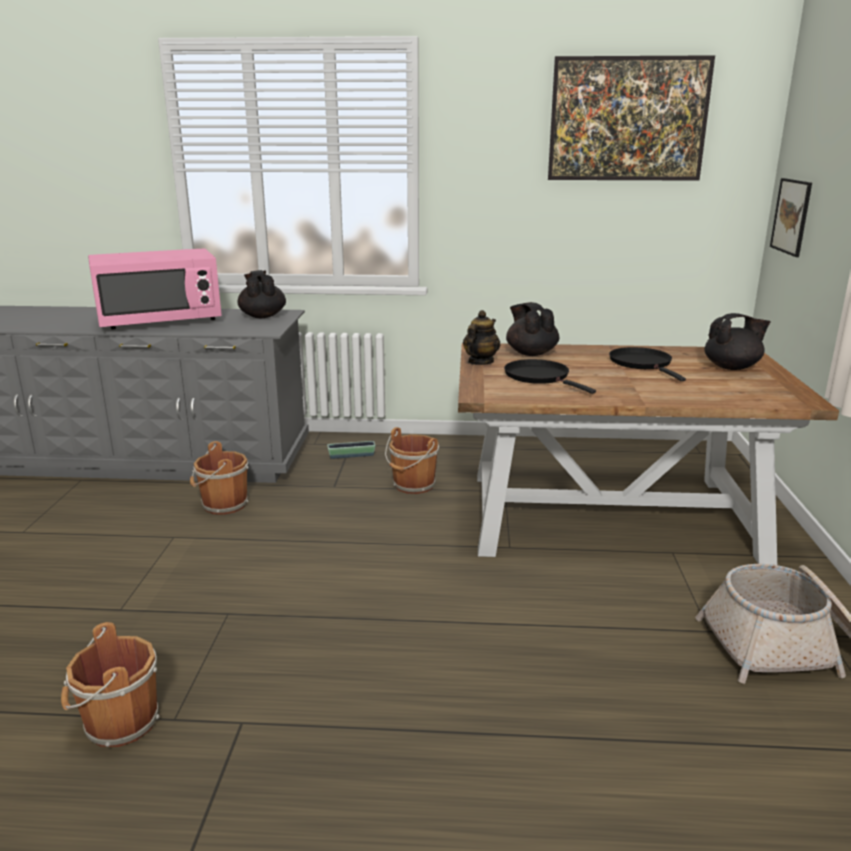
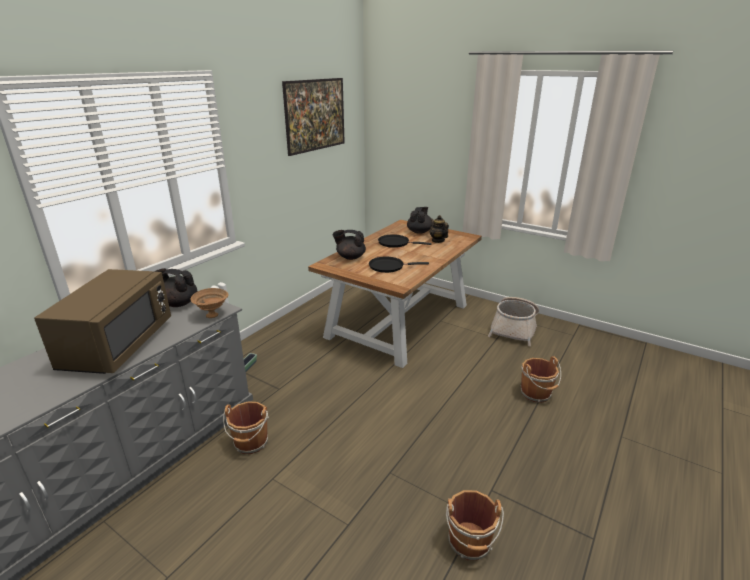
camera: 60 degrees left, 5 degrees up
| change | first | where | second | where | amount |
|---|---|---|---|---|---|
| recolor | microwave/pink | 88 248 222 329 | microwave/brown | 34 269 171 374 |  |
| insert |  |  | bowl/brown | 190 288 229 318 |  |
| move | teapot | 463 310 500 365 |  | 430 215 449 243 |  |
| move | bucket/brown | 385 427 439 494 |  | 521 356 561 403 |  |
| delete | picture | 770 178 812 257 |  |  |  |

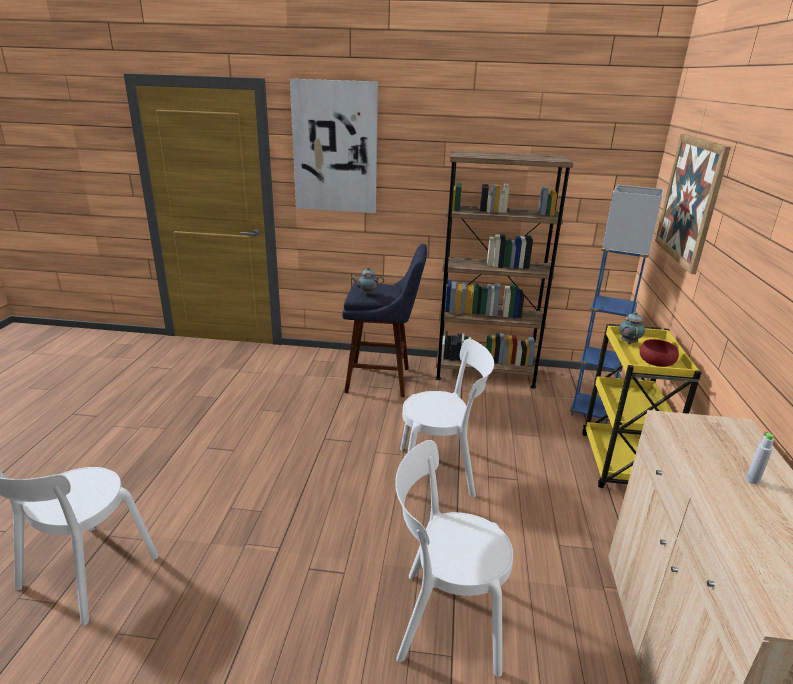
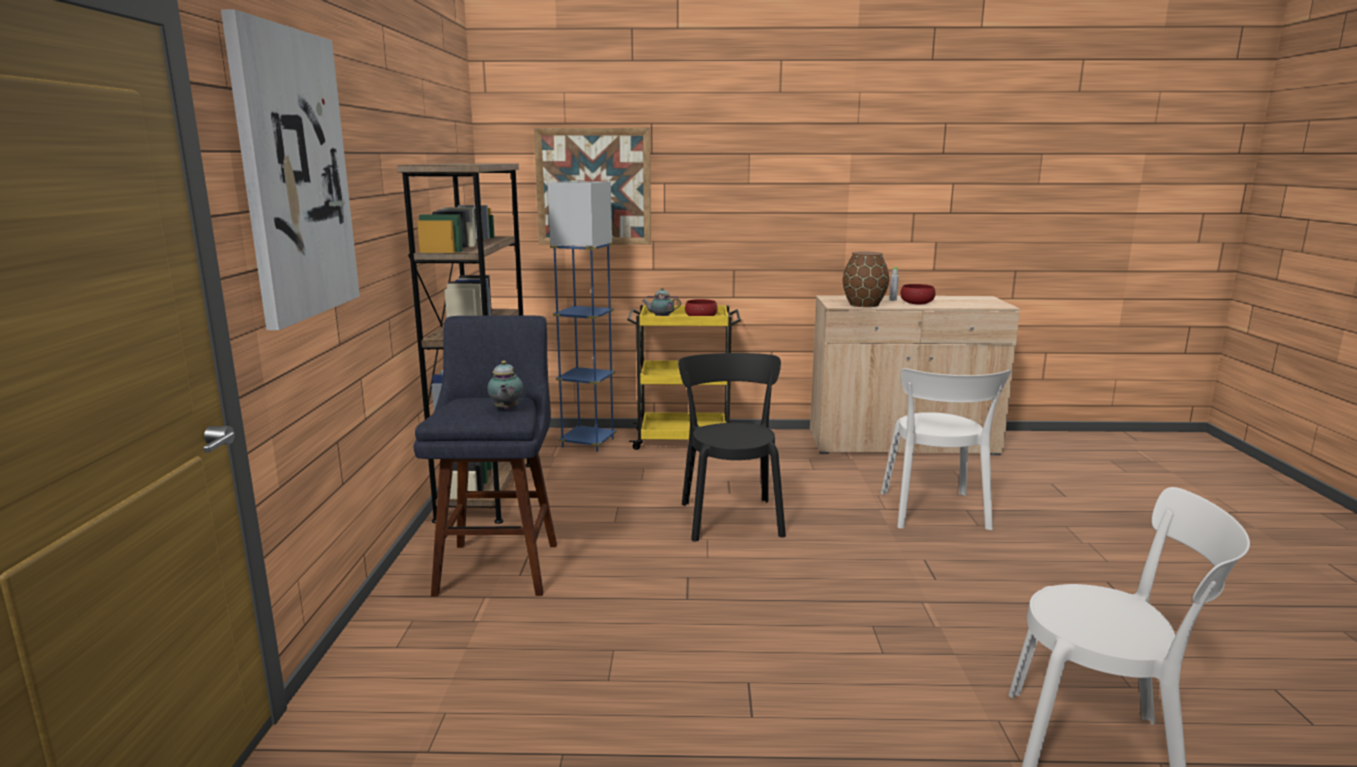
camera: 95 degrees left, 10 degrees down
| change | first | where | second | where | amount |
|---|---|---|---|---|---|
| recolor | chair/white | 400 339 494 497 | chair/black | 678 353 786 542 |  |
| insert |  |  | vase/brown | 843 251 889 307 |  |
| insert |  |  | bowl/red | 900 284 935 304 |  |

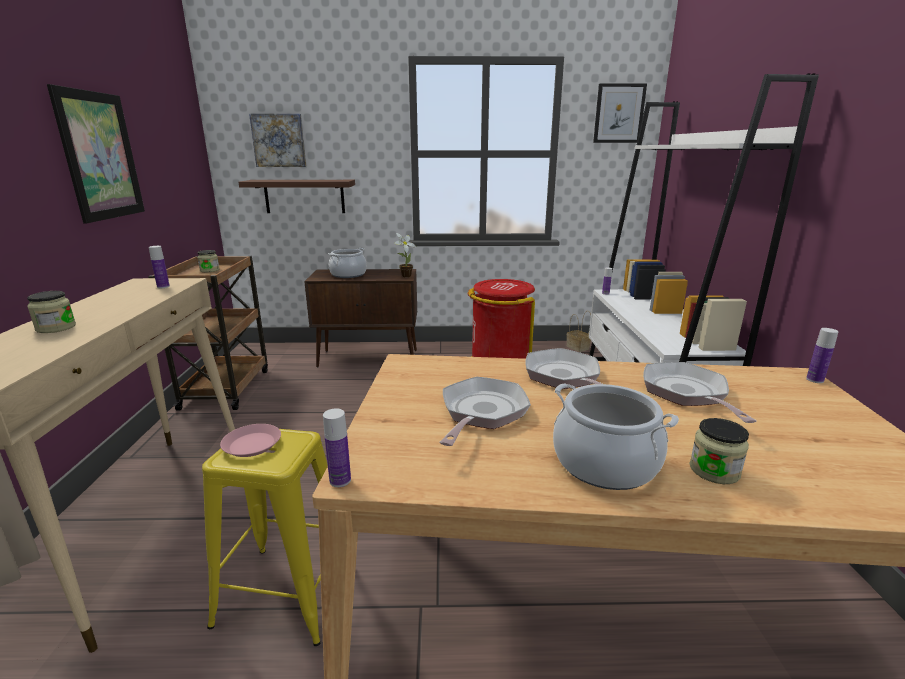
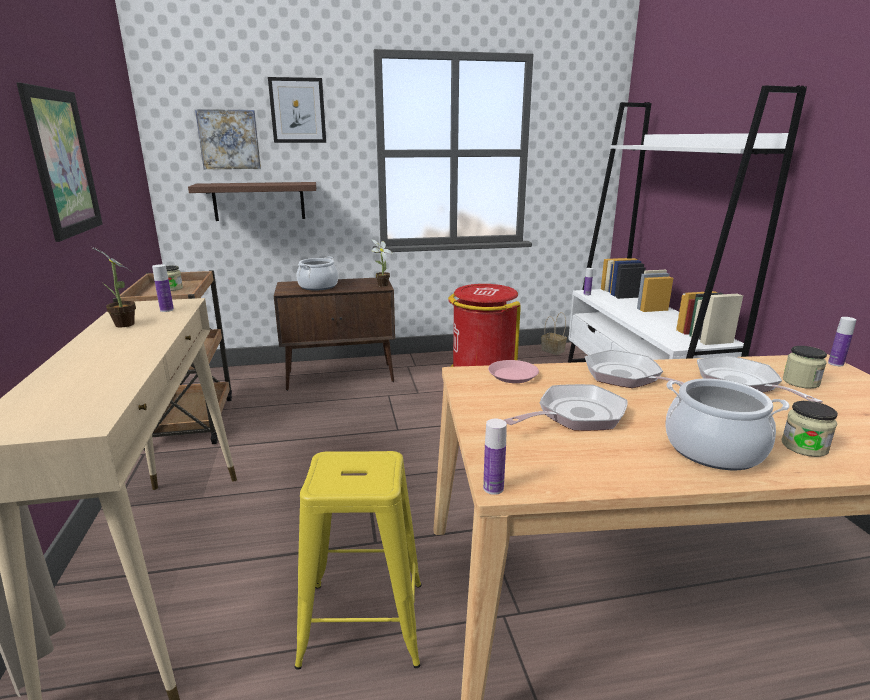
camera: 10 degrees left, 0 degrees up
| change | first | where | second | where | amount |
|---|---|---|---|---|---|
| insert |  |  | potted plant | 92 246 136 327 |  |
| move | picture | 593 83 647 143 |  | 268 77 326 143 |  |
| move | plate/pink | 220 424 281 457 |  | 488 360 539 383 |  |
| rotate | frying pan | 439 377 531 446 |  | 504 384 628 431 | 45 degrees clockwise |
| move | jar | 27 291 76 333 |  | 783 346 827 389 |  |

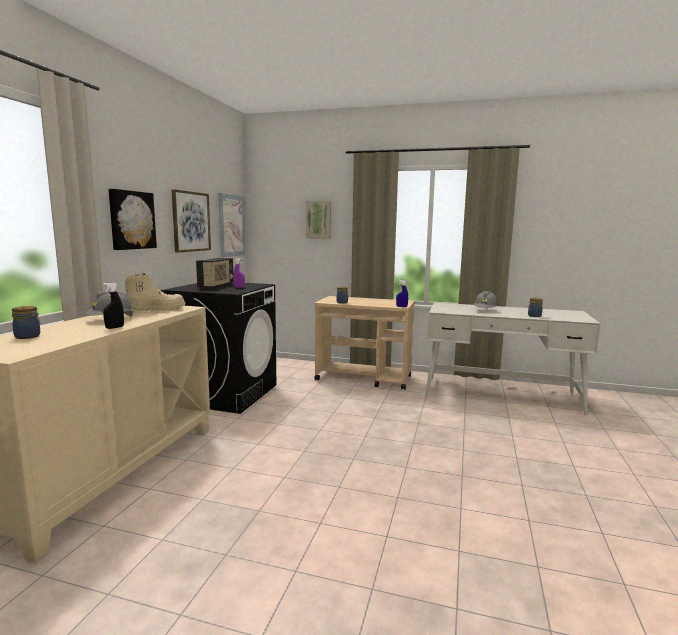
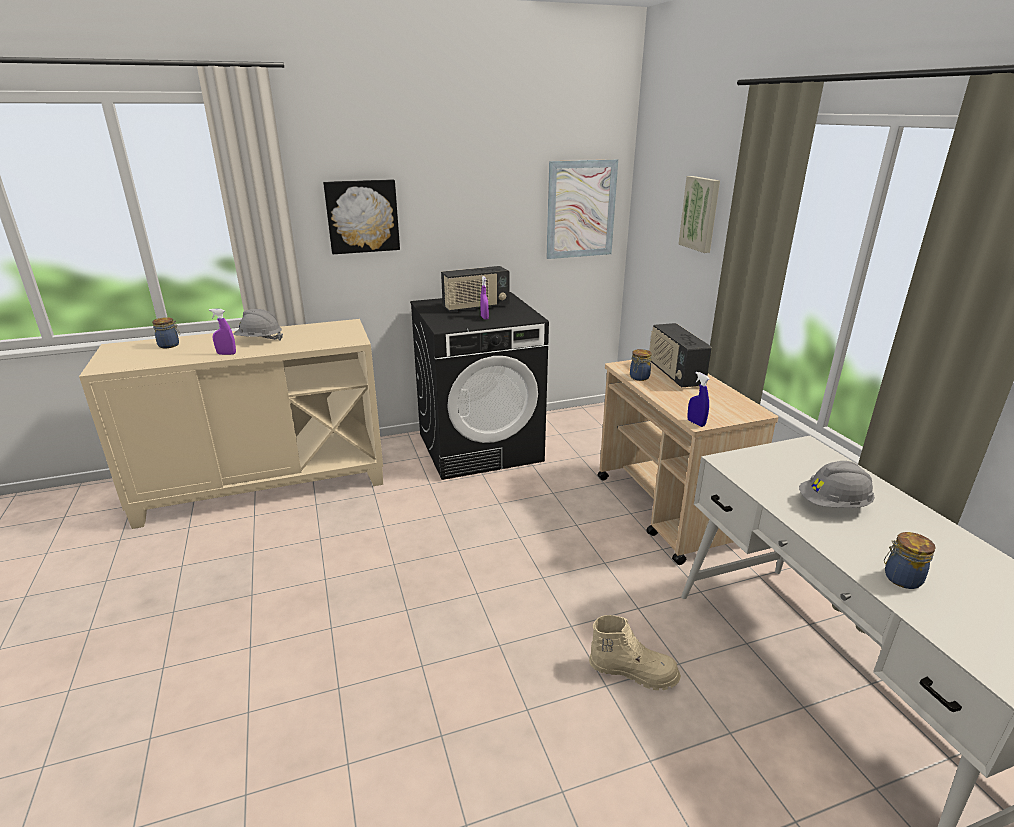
camera: 55 degrees right, 15 degrees up
| change | first | where | second | where | amount |
|---|---|---|---|---|---|
| recolor | spray bottle/black | 103 282 124 329 | spray bottle/purple | 209 309 236 355 |  |
| move | boot/beige | 125 272 186 311 |  | 589 615 681 690 |  |
| insert |  |  | radio | 649 323 712 387 |  |
| delete | picture | 172 189 211 253 |  |  |  |

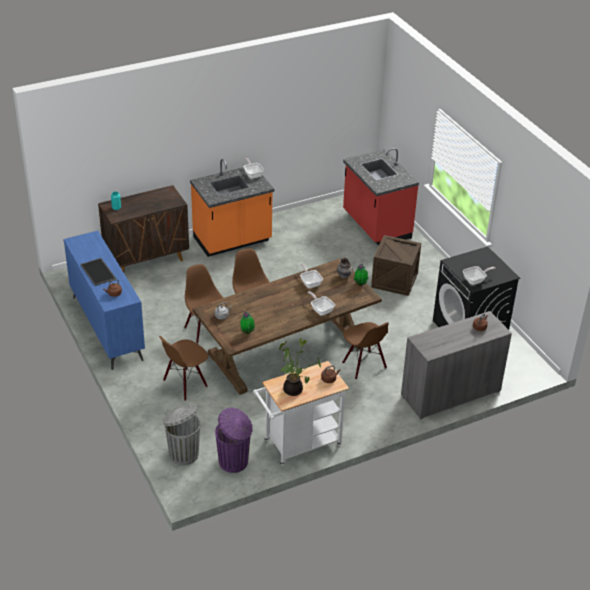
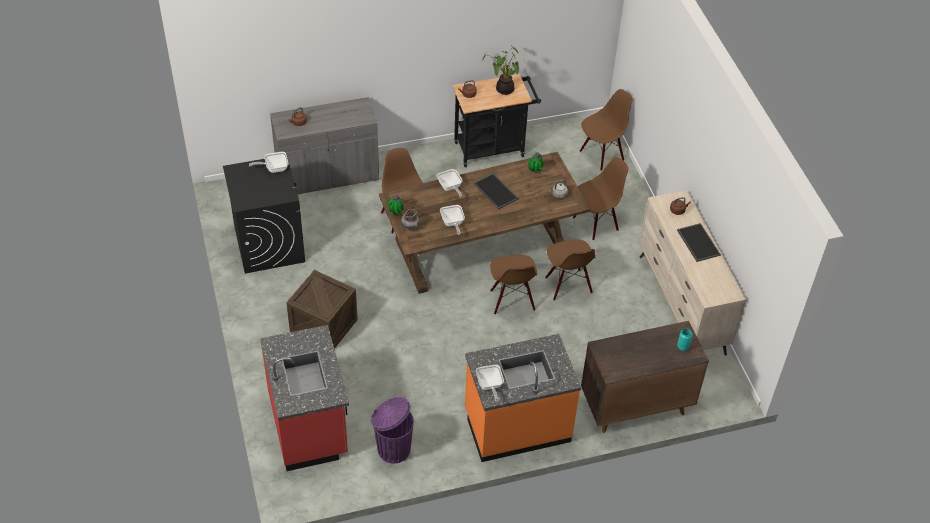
camera: 170 degrees left, 10 degrees up
| change | first | where | second | where | amount |
|---|---|---|---|---|---|
| move | trash can/purple | 215 407 253 473 |  | 371 397 414 464 |  |
| recolor | cart/white | 253 361 349 466 | cart/black | 452 74 541 167 |  |
| insert |  |  | tray | 474 173 519 209 |  |
| replace | trash can/grey | 162 404 200 465 | chair/brown | 580 89 632 171 |  |
| recolor | dresser/blue | 63 231 145 370 | dresser/beige | 639 190 747 356 |  |

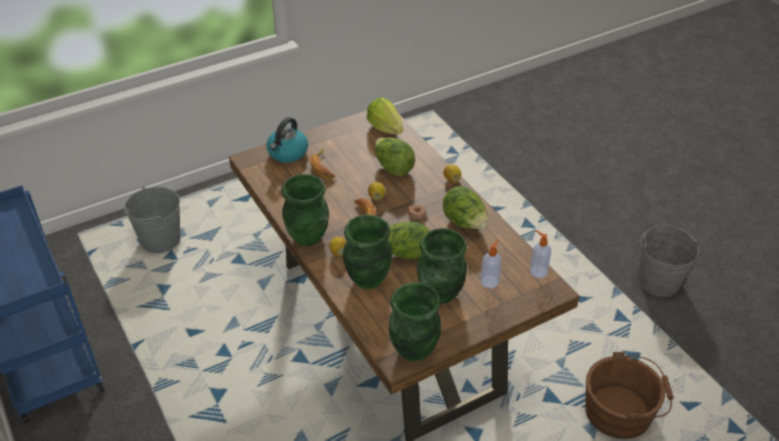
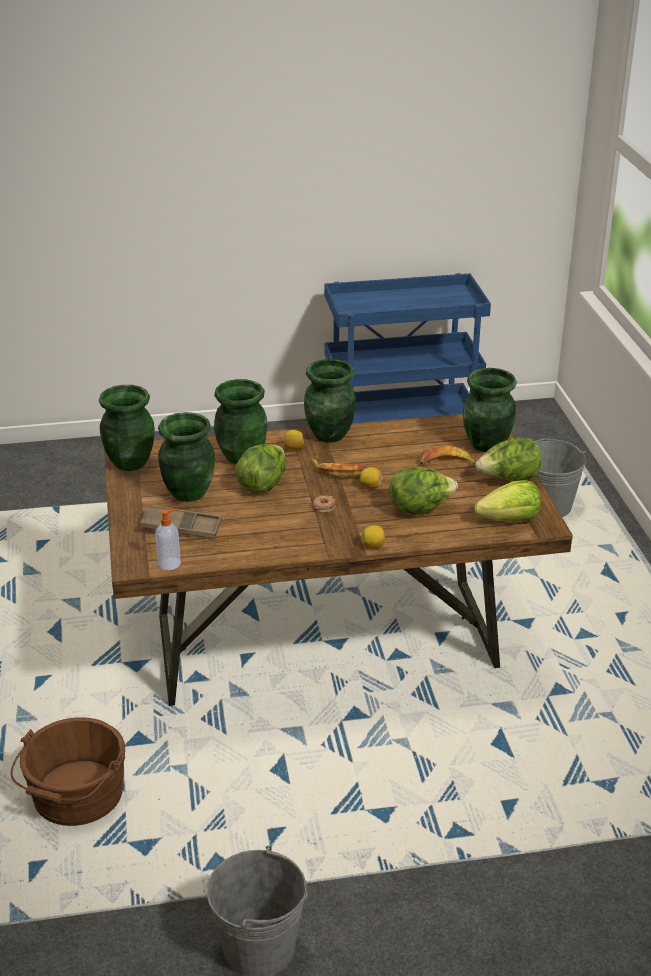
camera: 110 degrees right, 10 degrees down
| change | first | where | second | where | amount |
|---|---|---|---|---|---|
| replace | soap dispenser | 481 239 501 288 | tray/brown | 140 505 222 539 |  |
| replace | kettle | 266 117 308 163 | vase/green | 463 368 517 452 |  |
| move | lettuce | 443 186 488 229 |  | 475 437 542 482 |  |

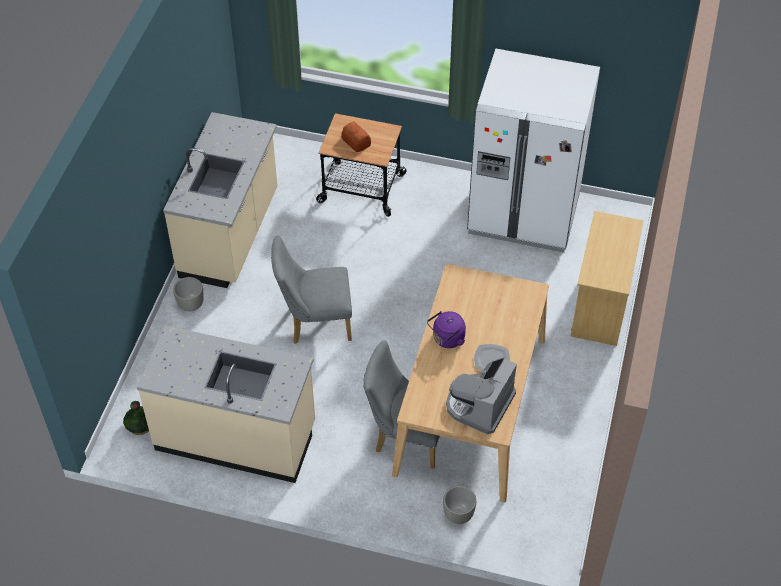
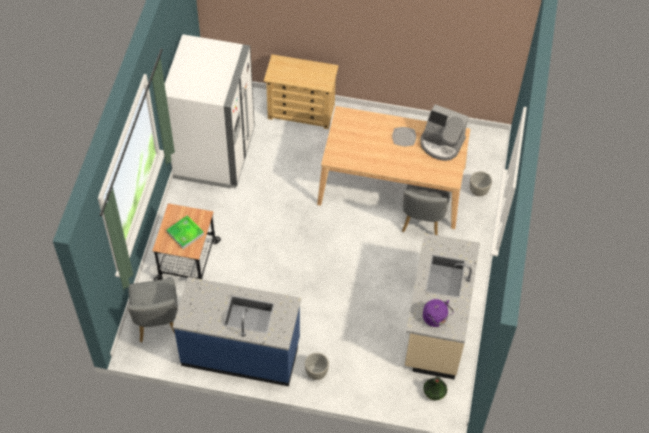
camera: 95 degrees left, 5 degrees up
| change | first | where | second | where | amount |
|---|---|---|---|---|---|
| move | chair/grey | 271 235 352 344 |  | 127 278 178 343 |  |
| replace | bread | 341 122 371 152 | tray | 167 215 204 249 |  |
| recolor | counter/beige | 163 112 278 288 | counter/blue | 173 277 301 386 |  |
| move | kettle/purple | 427 311 466 348 |  | 423 299 454 327 |  |

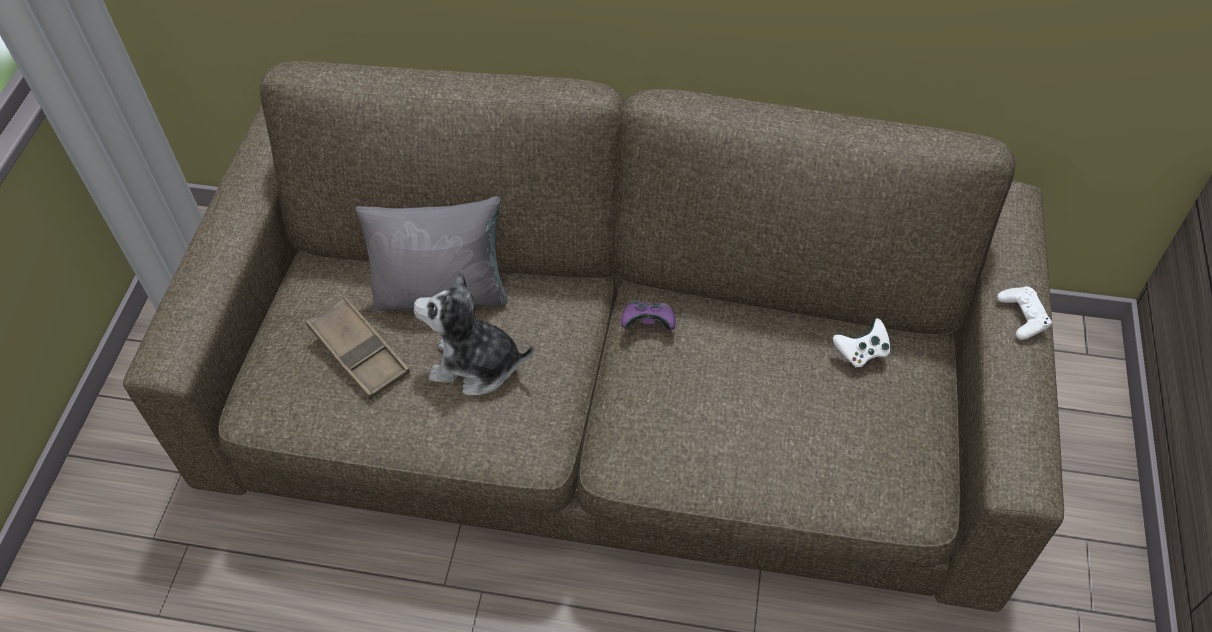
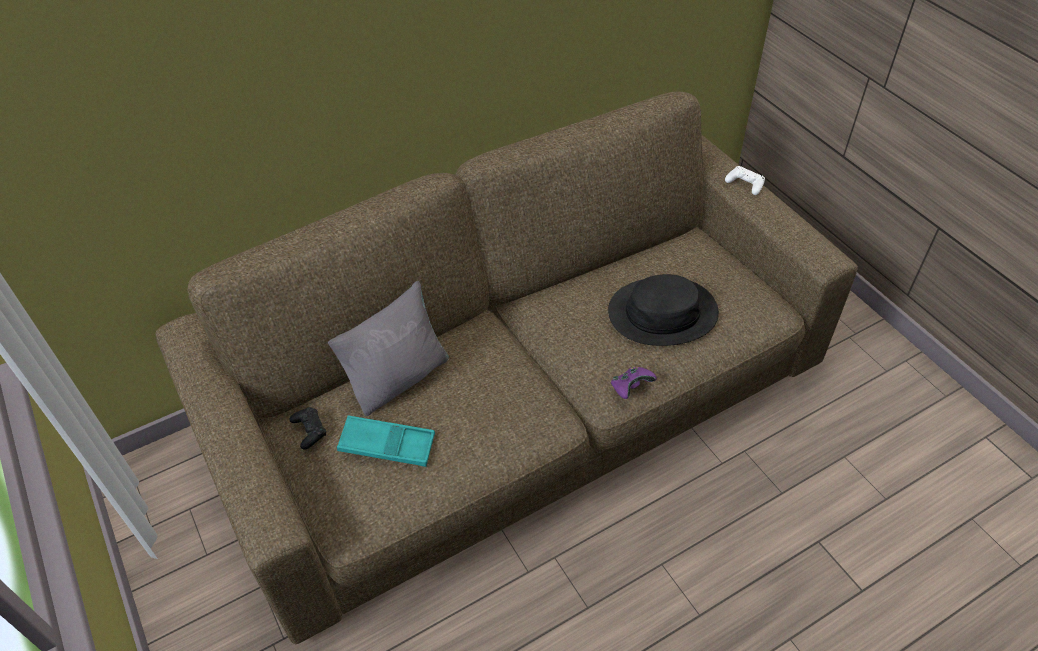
camera: 40 degrees left, 5 degrees down
| change | first | where | second | where | amount |
|---|---|---|---|---|---|
| insert |  |  | game controller/black | 289 407 326 450 |  |
| recolor | tray/brown | 306 297 410 400 | tray/turquoise | 337 415 435 467 |  |
| insert |  |  | hat/black | 608 274 719 346 |  |
| move | game controller/purple | 621 299 676 330 |  | 611 367 657 399 |  |
| delete | plush toy | 414 270 534 395 |  |  |  |
| delete | game controller/white | 833 318 890 368 |  |  |  |

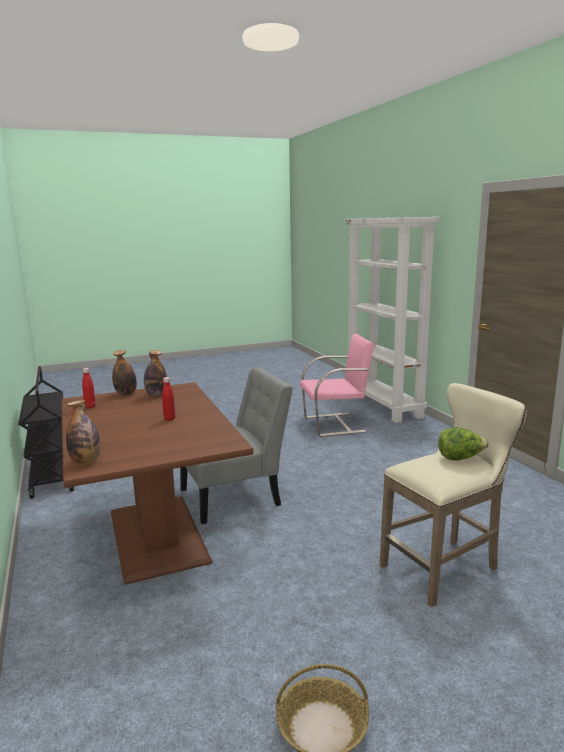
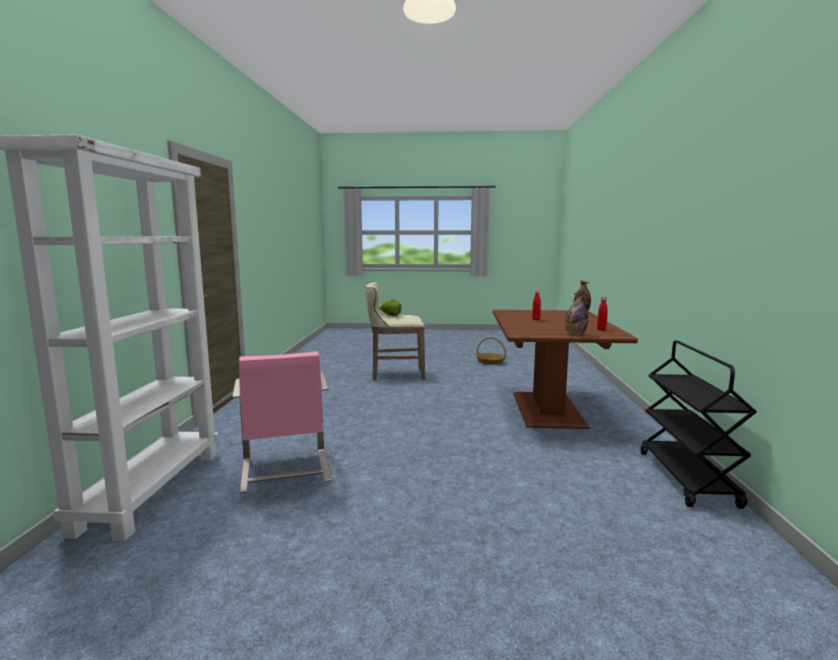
camera: 155 degrees left, 5 degrees down
| change | first | where | second | where | amount |
|---|---|---|---|---|---|
| rotate | chair/pink | 300 334 374 437 |  | 232 351 332 494 | 120 degrees counterclockwise |
| delete | bottle | 144 350 167 396 |  |  |  |
| delete | chair/grey | 180 367 293 524 |  |  |  |

